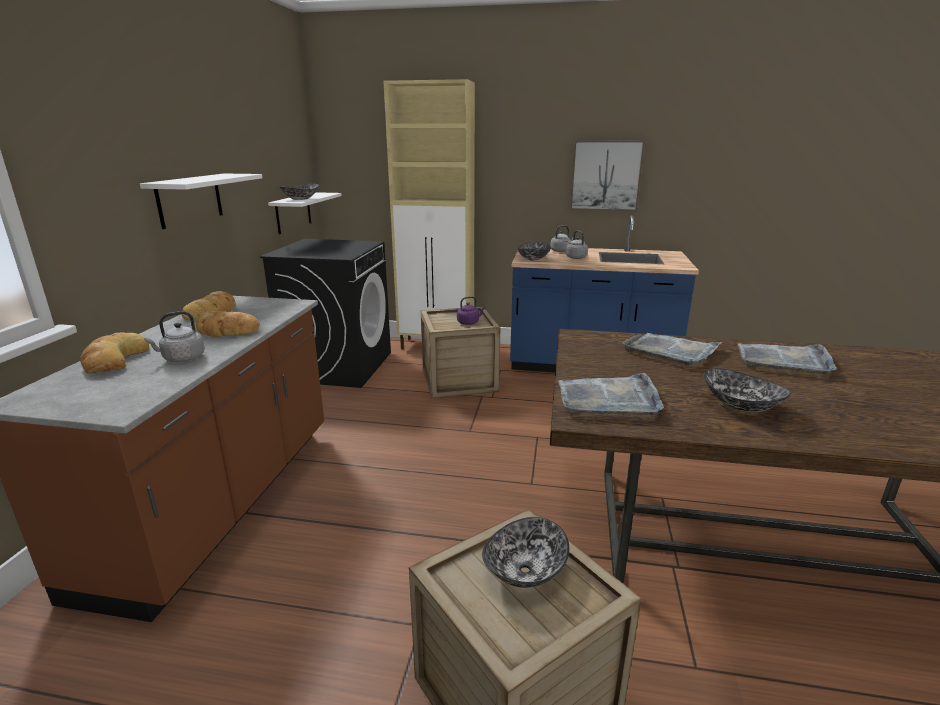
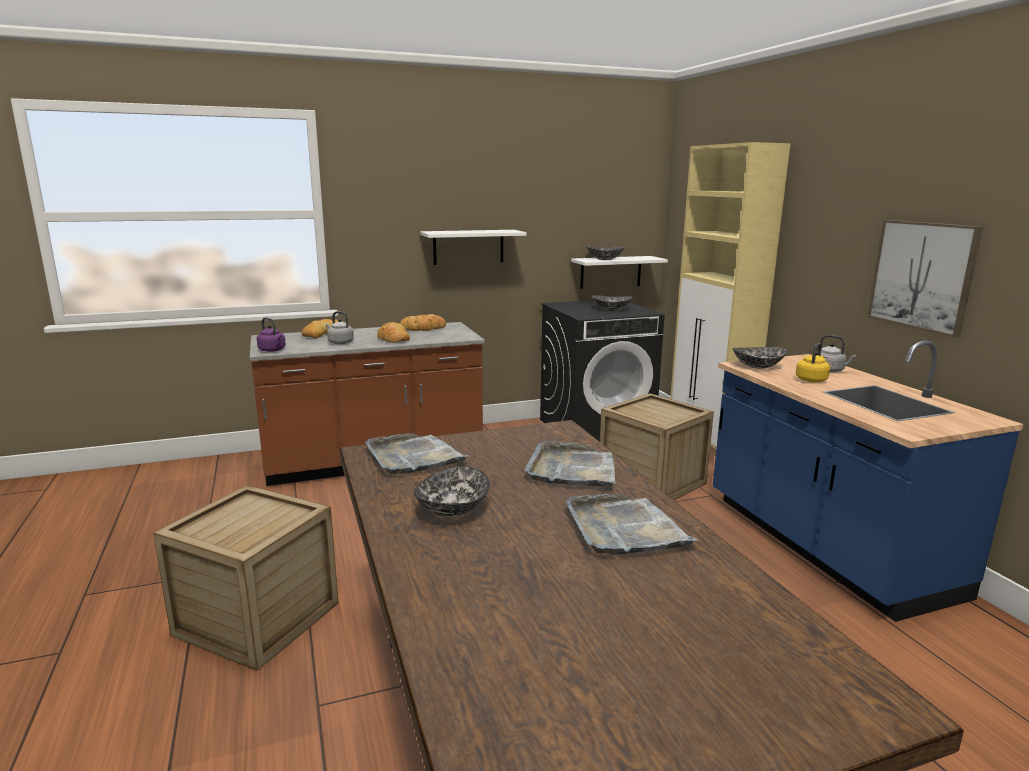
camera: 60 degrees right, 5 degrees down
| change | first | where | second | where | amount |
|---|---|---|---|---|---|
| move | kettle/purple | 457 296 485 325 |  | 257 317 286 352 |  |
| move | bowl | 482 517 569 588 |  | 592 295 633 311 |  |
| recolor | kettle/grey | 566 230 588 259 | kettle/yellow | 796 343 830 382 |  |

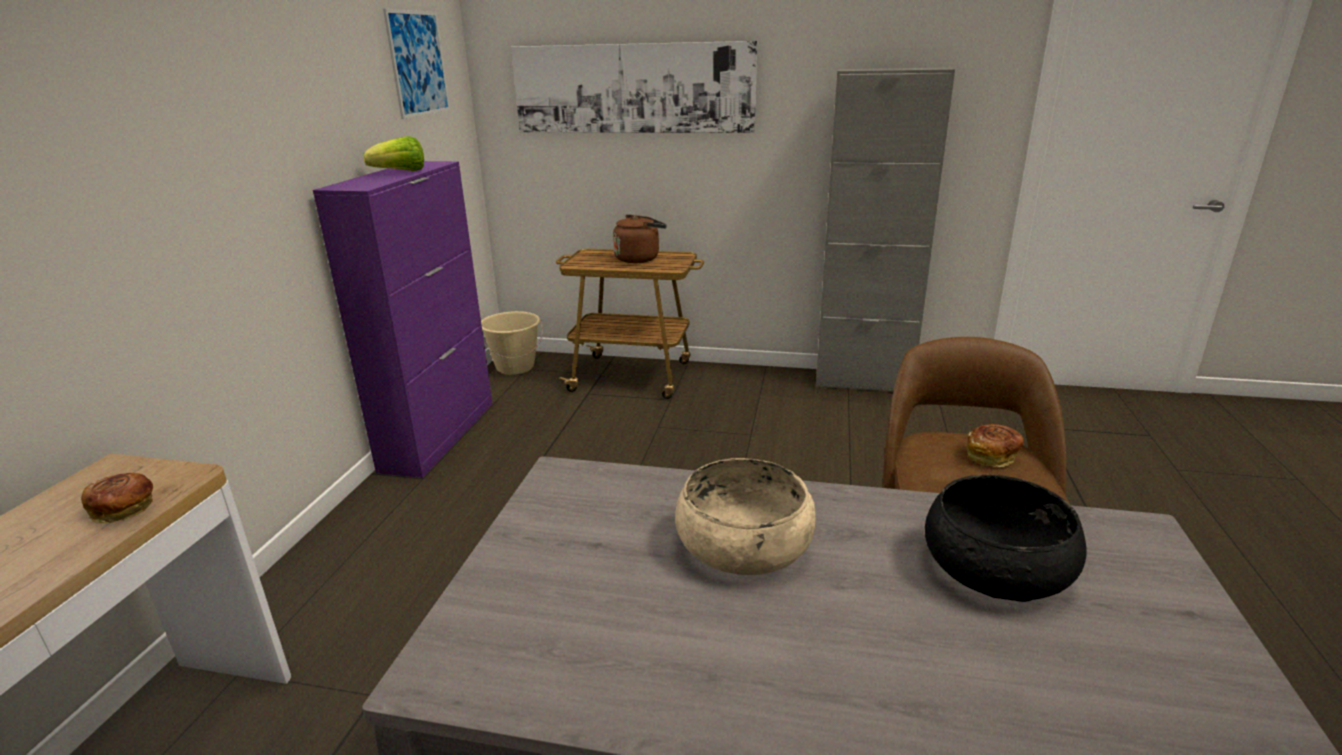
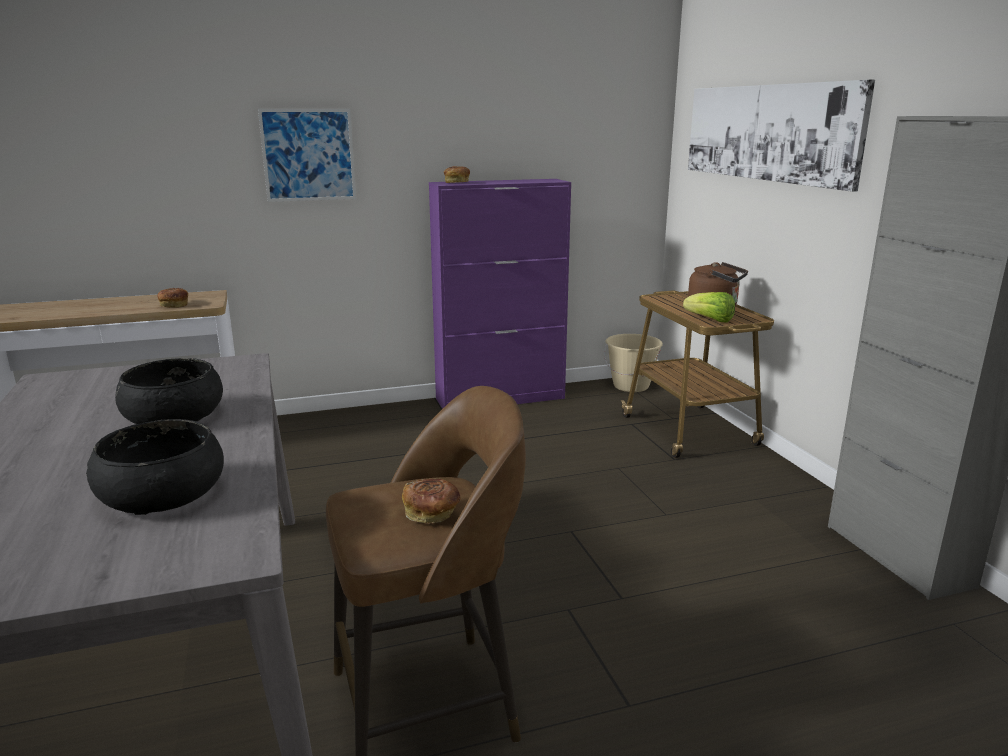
camera: 60 degrees right, 5 degrees down
| change | first | where | second | where | amount |
|---|---|---|---|---|---|
| recolor | bowl/beige | 675 458 816 575 | bowl/black | 115 358 223 424 |  |
| move | picture | 383 9 450 119 |  | 258 109 356 202 |  |
| insert |  |  | bread | 444 166 470 183 |  |
| move | lettuce | 363 136 424 171 |  | 683 292 735 322 |  |

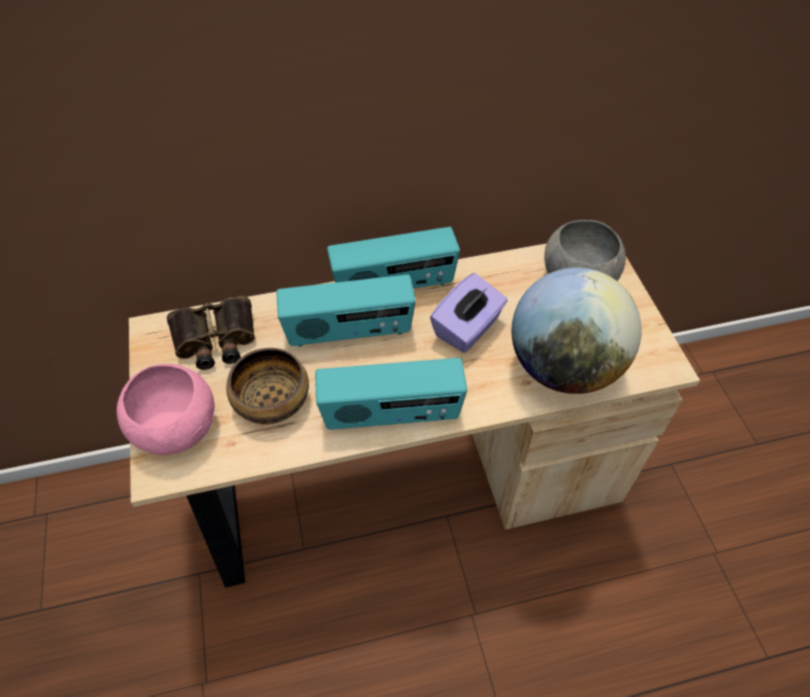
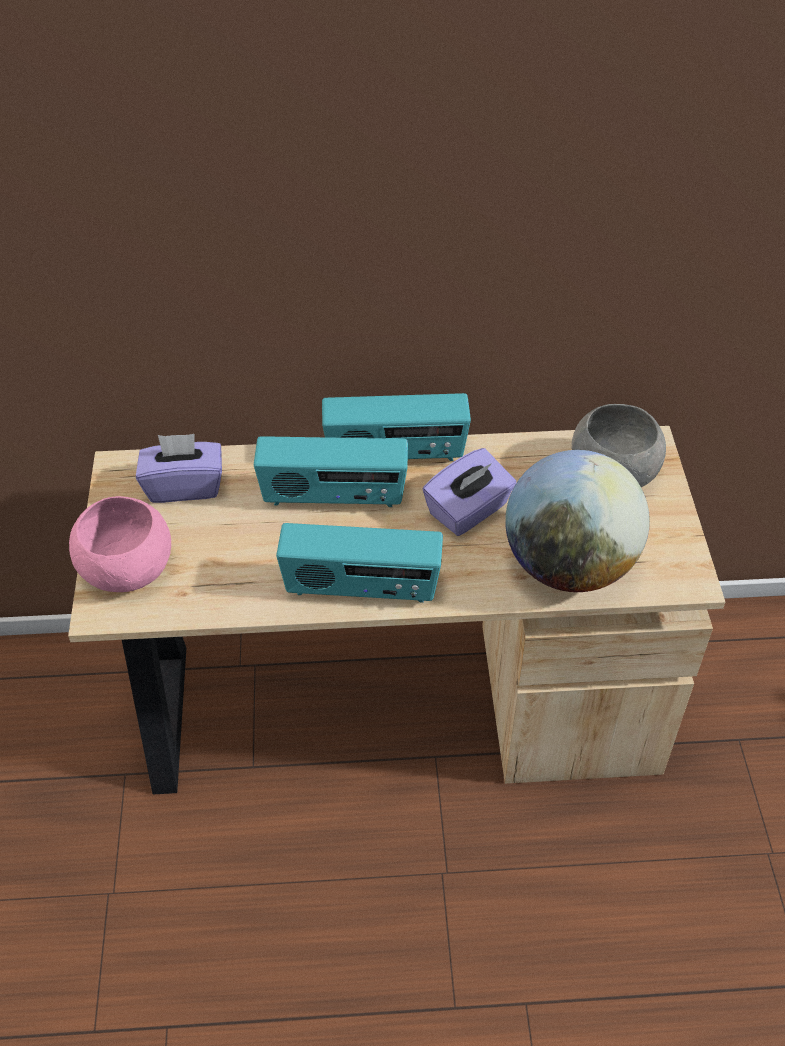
camera: 10 degrees right, 5 degrees down
| change | first | where | second | where | amount |
|---|---|---|---|---|---|
| replace | binoculars | 167 296 255 370 | tissue box/purple | 136 434 222 503 |  |
| delete | bowl | 226 348 309 424 |  |  |  |

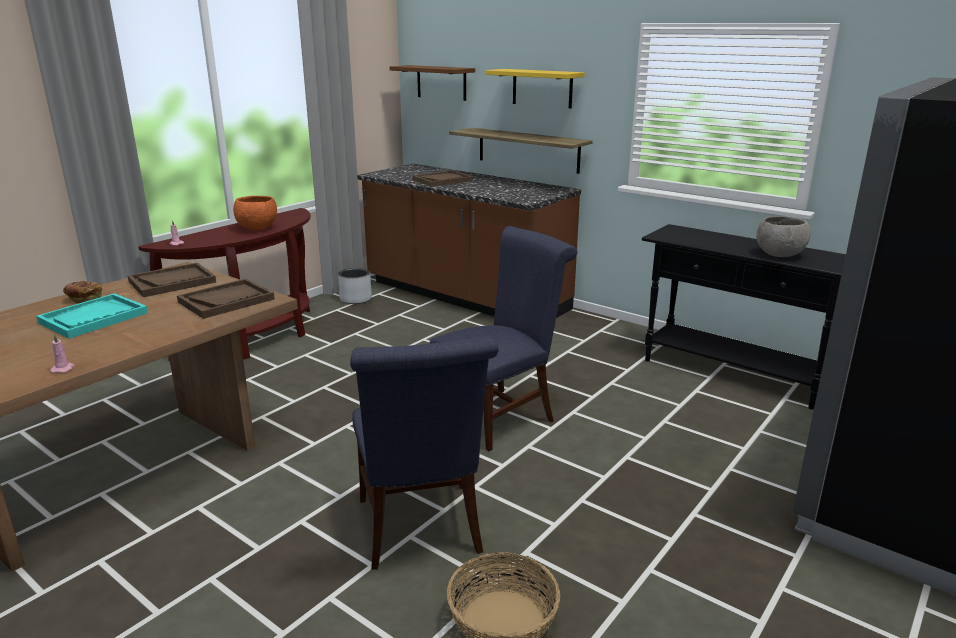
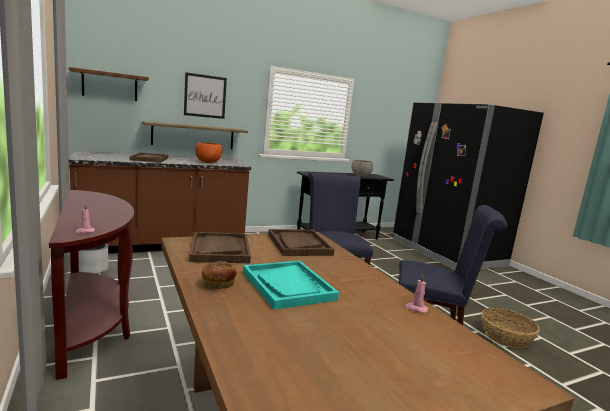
camera: 65 degrees left, 10 degrees down
| change | first | where | second | where | amount |
|---|---|---|---|---|---|
| replace | shelf/yellow | 485 69 585 108 | picture | 184 72 227 119 |  |
| move | bowl/orange | 233 196 277 230 |  | 195 143 223 163 |  |

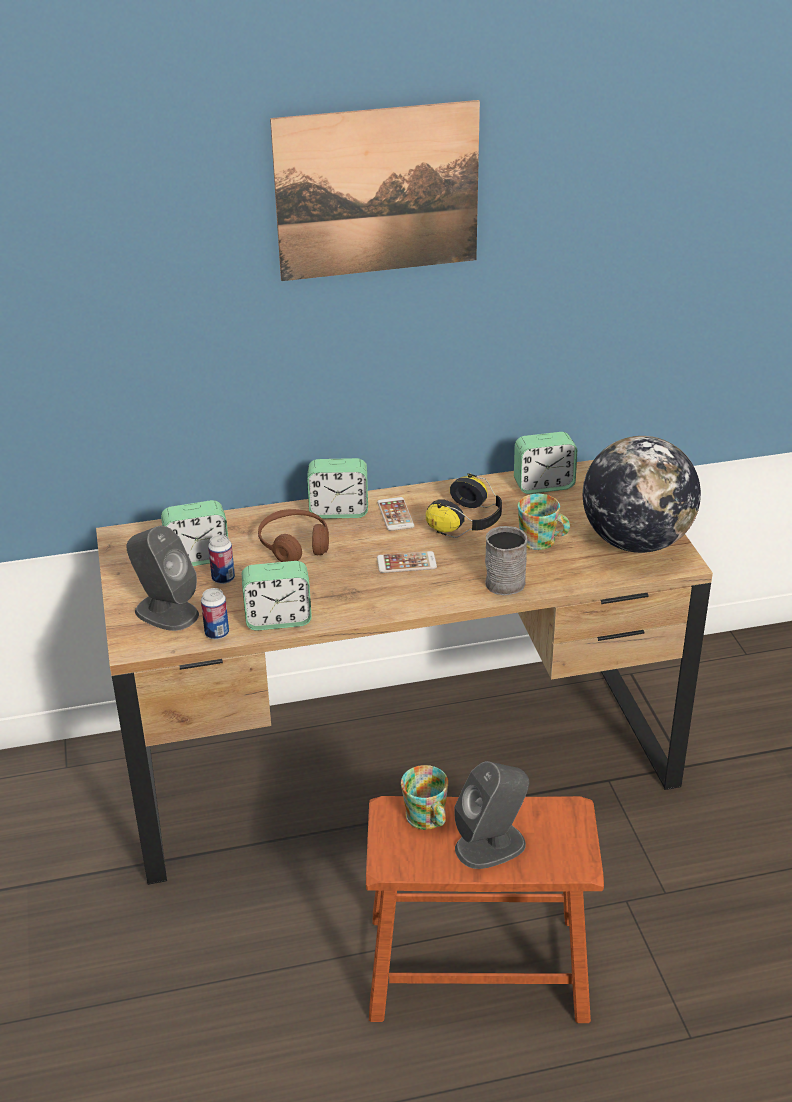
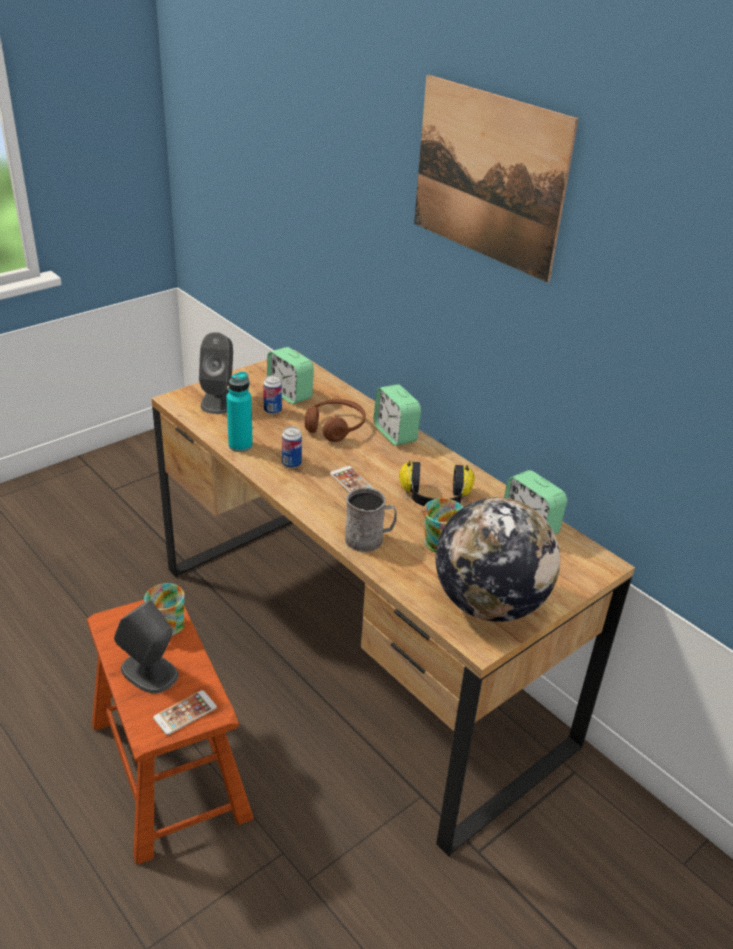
camera: 60 degrees right, 0 degrees up
| change | first | where | second | where | amount |
|---|---|---|---|---|---|
| move | phone | 377 497 415 531 |  | 153 690 217 735 |  |
| replace | alarm clock | 242 561 312 631 | bottle/turquoise | 226 371 253 452 |  |
| move | can | 201 588 229 639 |  | 282 426 302 468 |  |

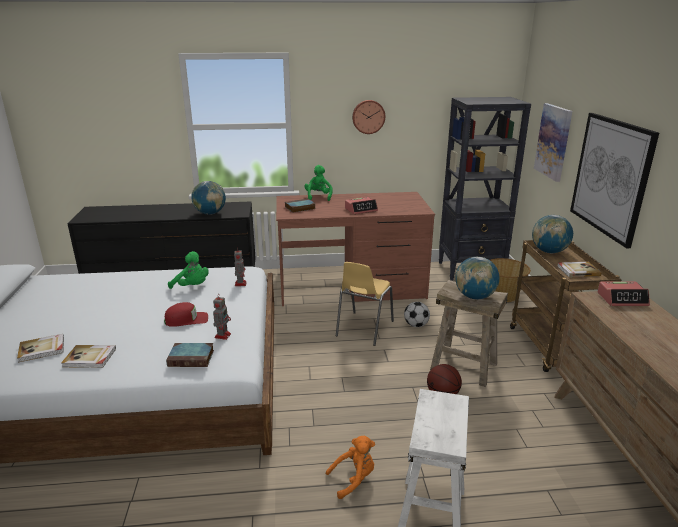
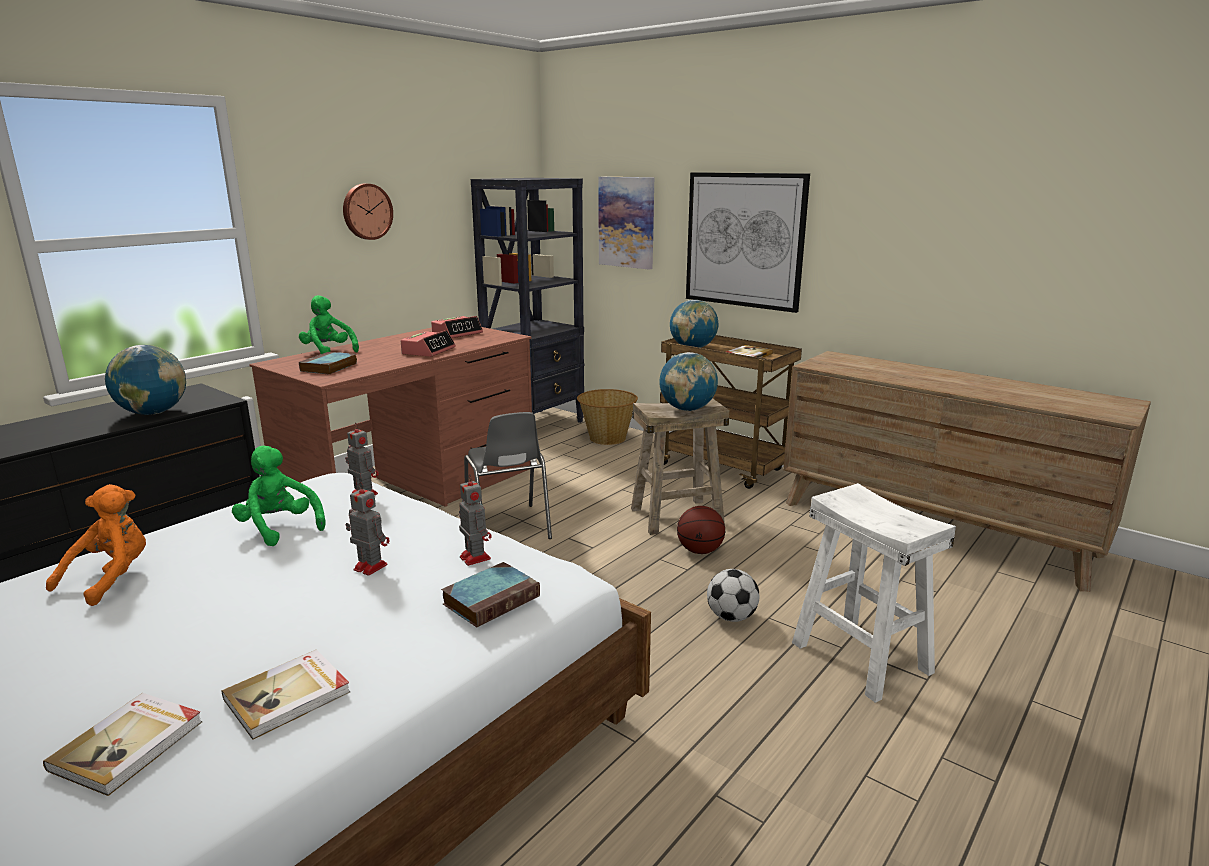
camera: 45 degrees left, 5 degrees down
| change | first | where | second | where | amount |
|---|---|---|---|---|---|
| move | plush toy/orange | 326 436 375 499 |  | 46 484 146 606 |  |
| rotate | plush toy/green | 168 251 209 289 |  | 232 446 326 546 | 120 degrees counterclockwise |
| replace | cap/red | 164 302 208 327 | toy robot | 346 482 389 576 |  |
| move | alarm clock | 597 282 650 306 |  | 431 316 483 338 |  |
| recolor | chair/yellow | 336 262 394 346 | chair/grey | 464 412 552 539 |  |
| move | football | 404 302 430 327 |  | 707 569 760 622 |  |

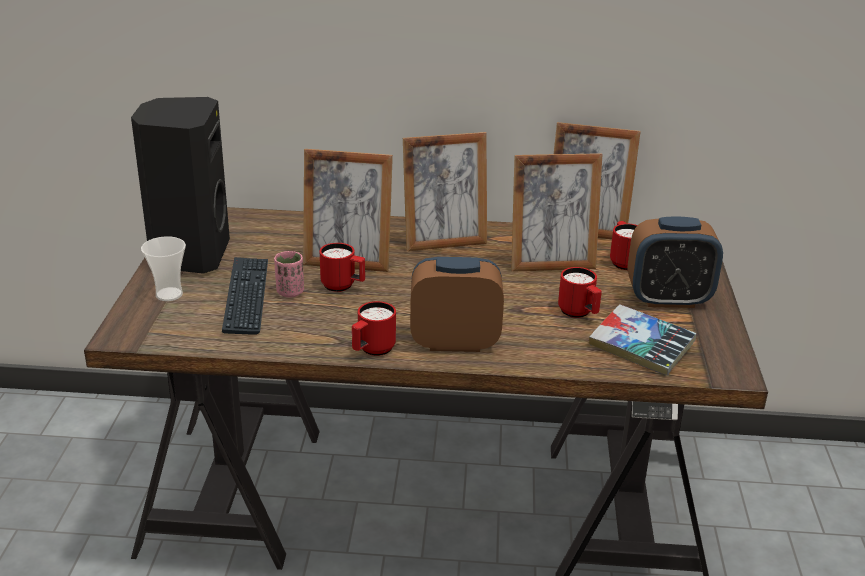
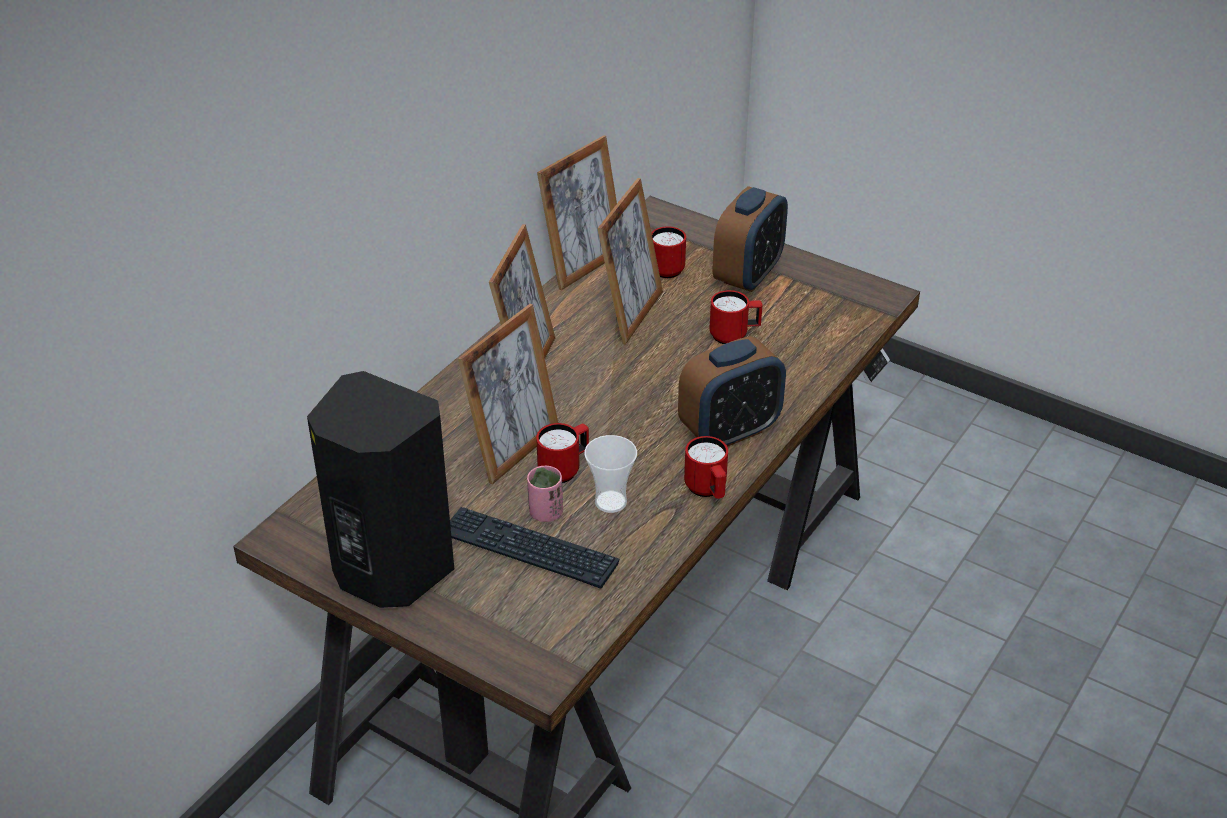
camera: 60 degrees left, 10 degrees up
| change | first | where | second | where | amount |
|---|---|---|---|---|---|
| move | cup | 141 236 186 301 |  | 584 435 637 513 |  |
| rotate | alarm clock | 410 257 504 352 |  | 678 336 786 447 | 150 degrees counterclockwise |
| delete | book | 589 304 696 375 |  |  |  |

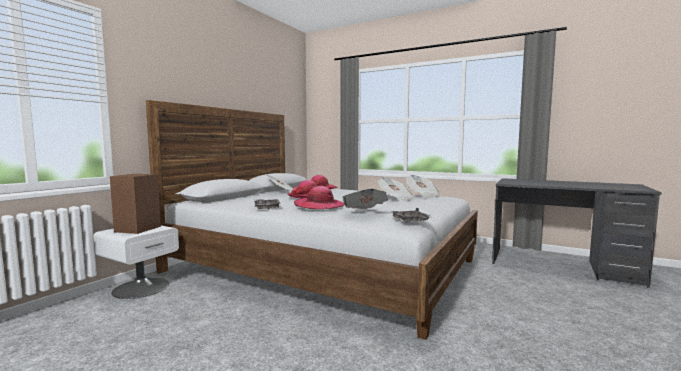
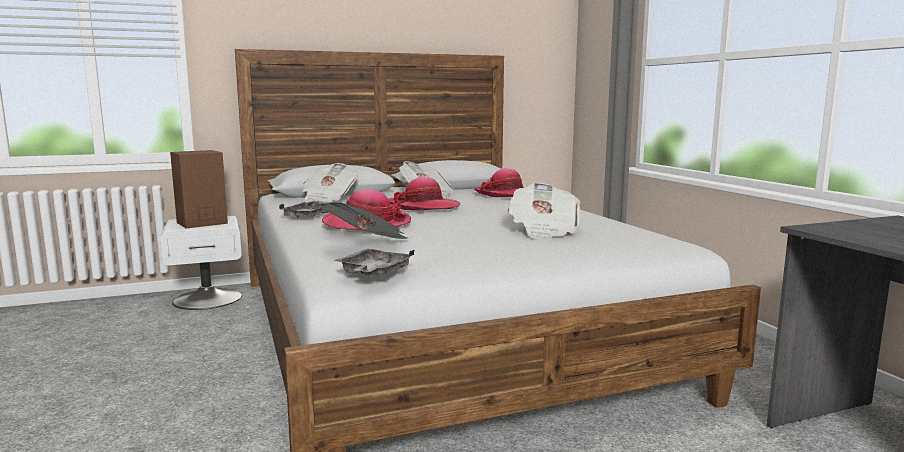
camera: 40 degrees right, 5 degrees up
| change | first | where | second | where | amount |
|---|---|---|---|---|---|
| move | newspaper | 406 175 441 198 |  | 302 163 359 203 |  |

